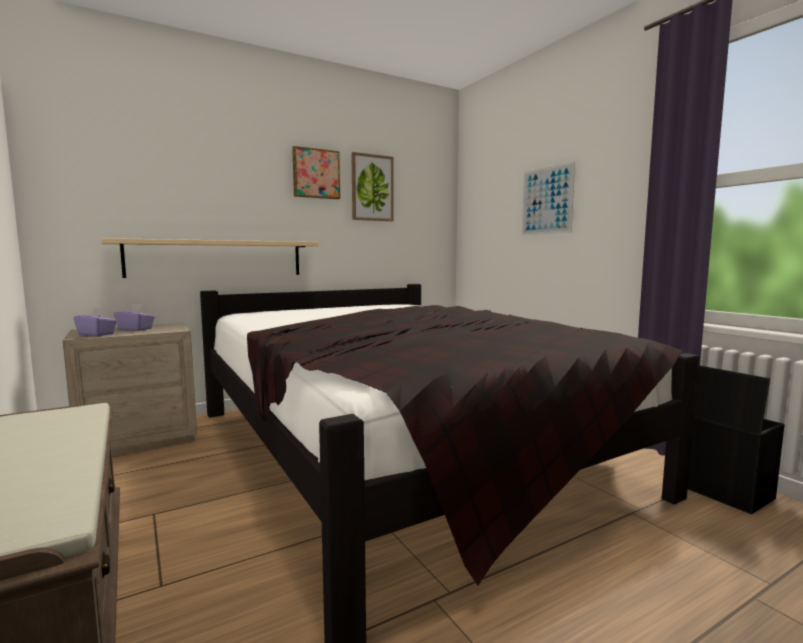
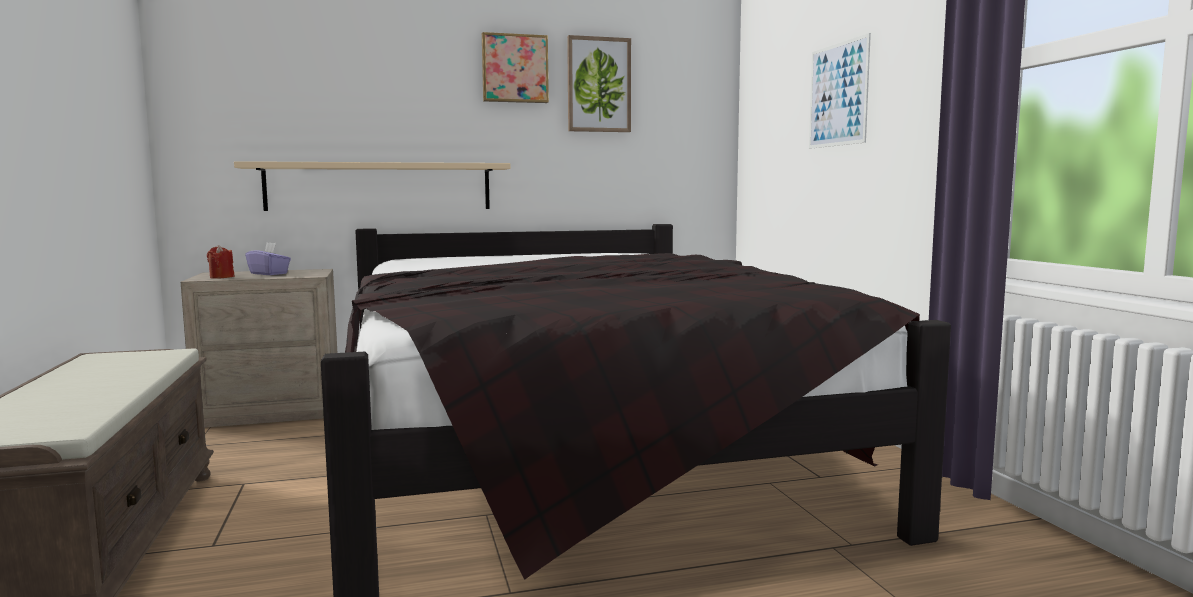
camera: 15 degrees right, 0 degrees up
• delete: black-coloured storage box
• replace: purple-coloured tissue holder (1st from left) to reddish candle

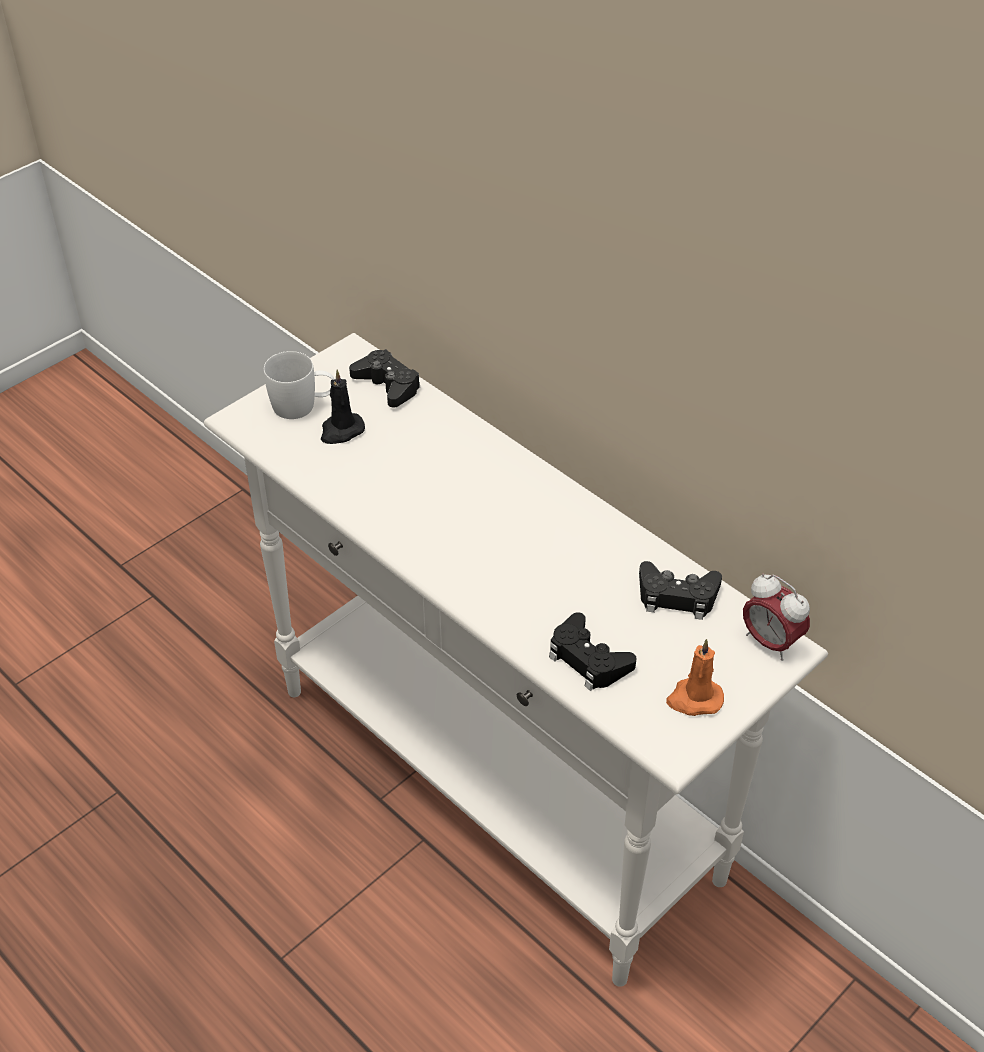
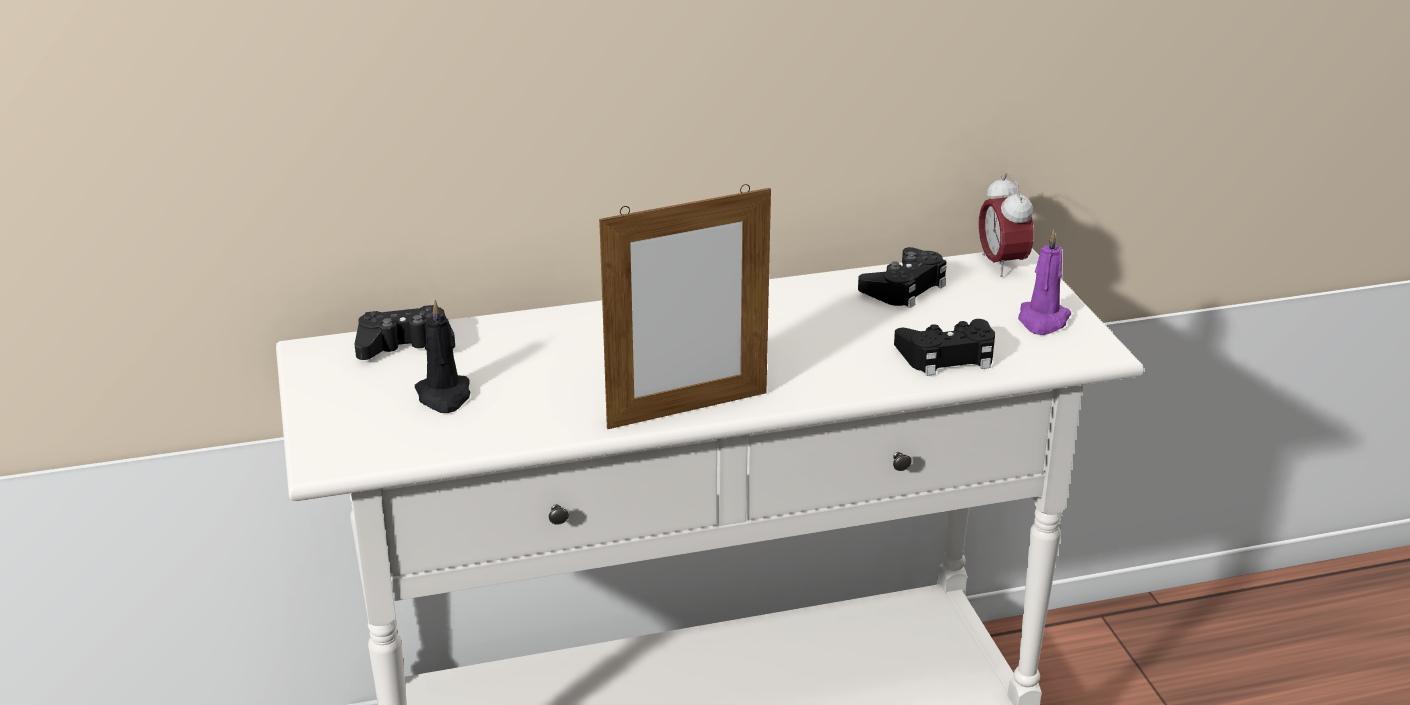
camera: 60 degrees left, 15 degrees down
• delete: whitish coffee mug
• insert: picture frame
• recolor: orange-coloured candle to purple-coloured candle
• rotate: table clock 90 degrees clockwise

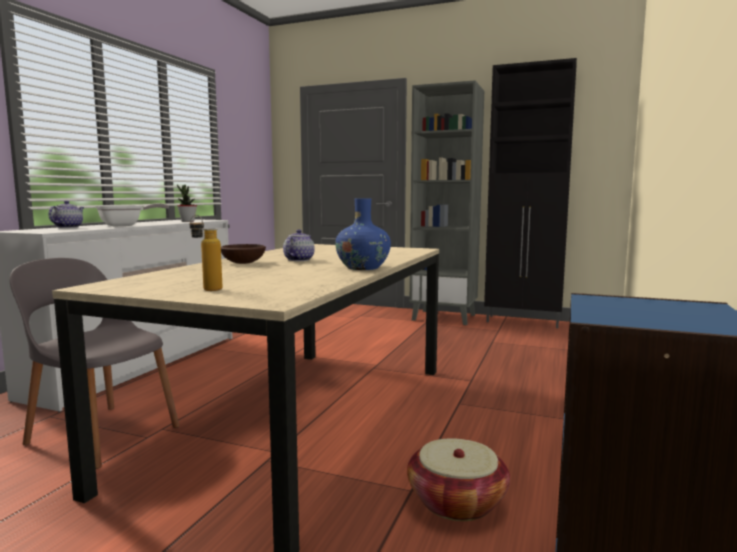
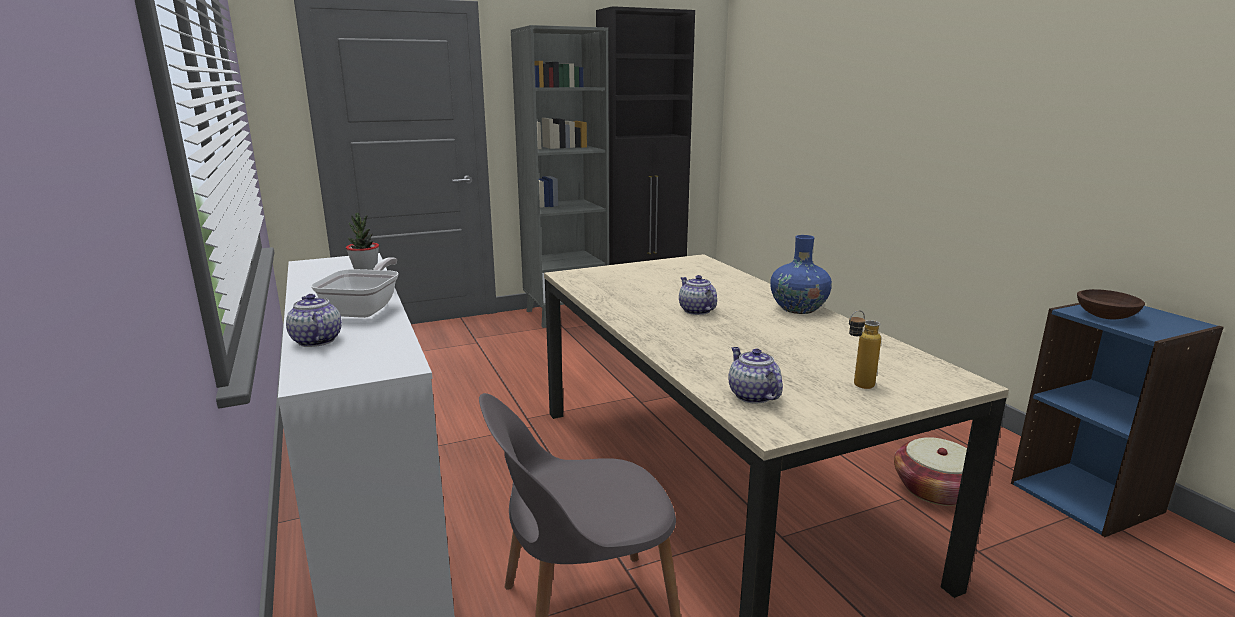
camera: 45 degrees left, 10 degrees up
• insert: tea pot (3rd from left)
• move: brownish bowl

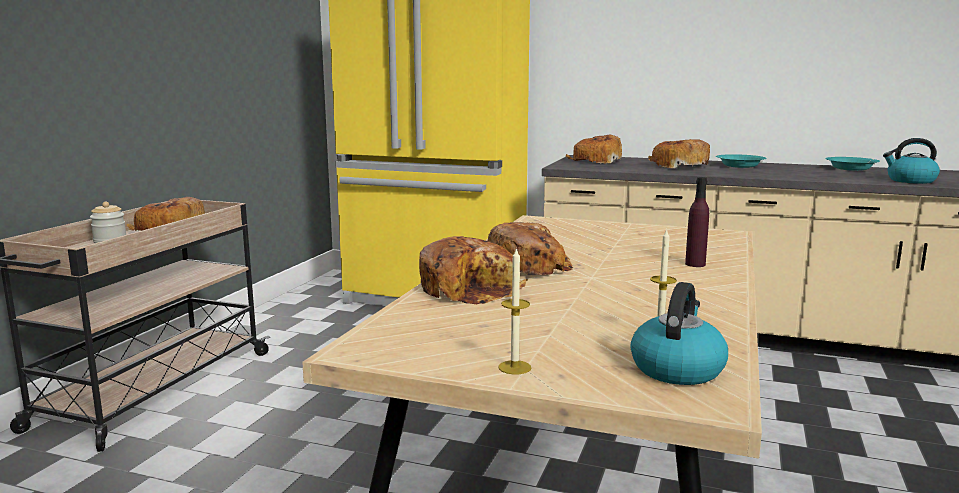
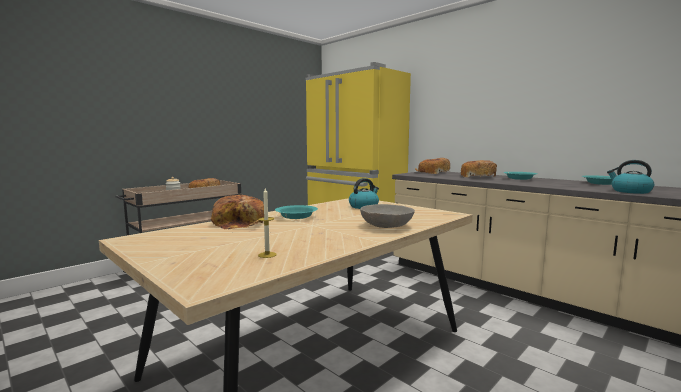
camera: 25 degrees right, 5 degrees down
• delete: candle (1st from left)
• move: tea kettle (1st from left)
• replace: bakery bread (3rd from left) to blue-green bowl (1st from left)
• replace: purple-coloured beverage bottle to gray bowl

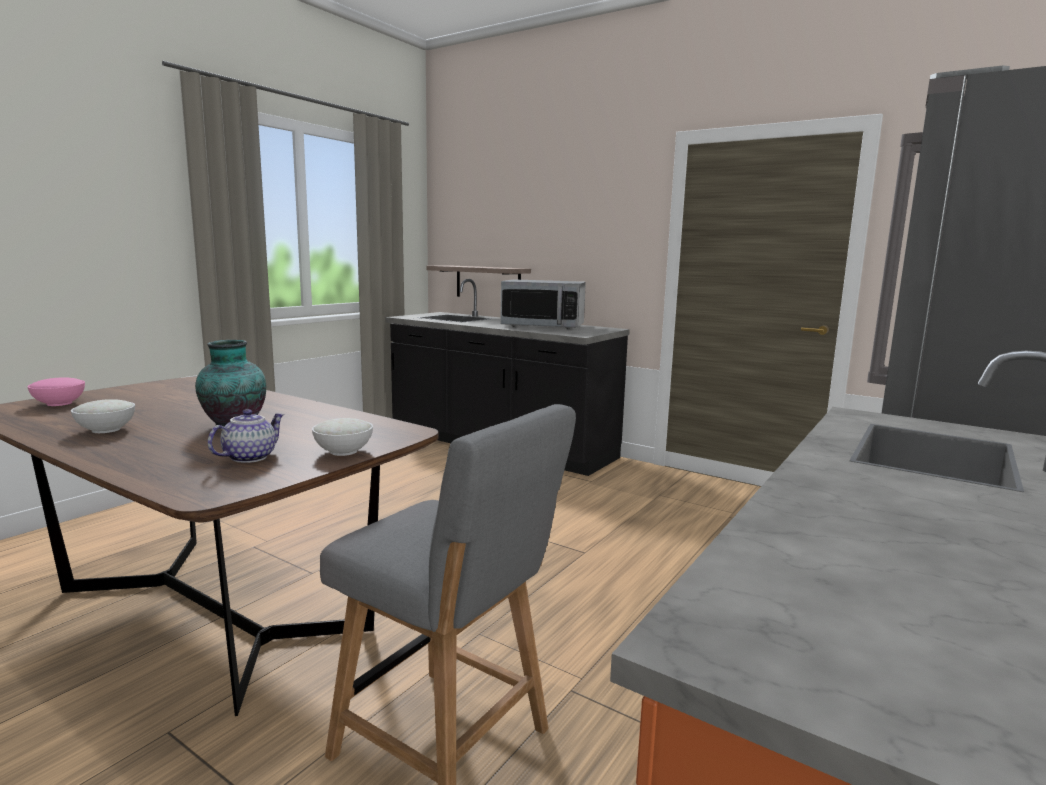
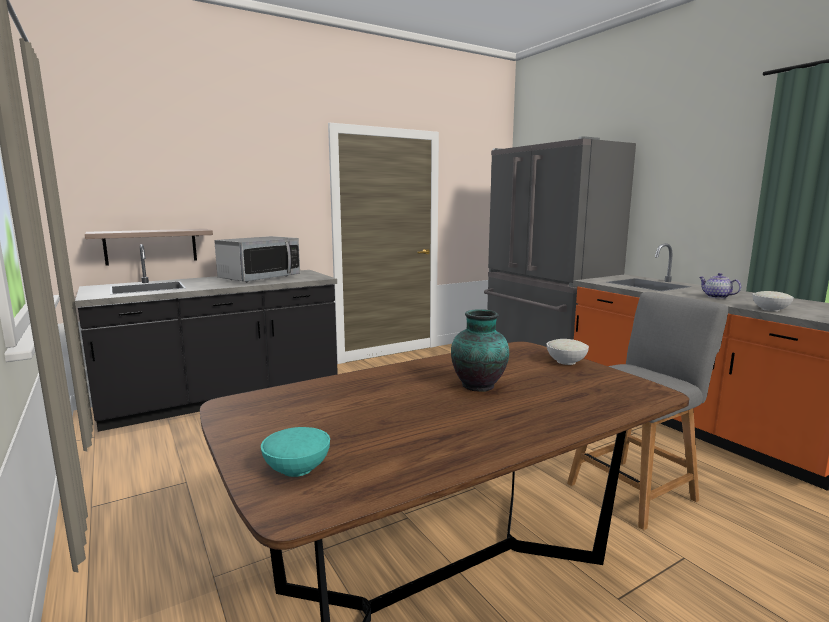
camera: 65 degrees left, 0 degrees up
• move: whitish bowl (1st from left in the first image) to whitish bowl (2nd from left)
• move: tea pot
• recolor: pinkish bowl to blue-green bowl

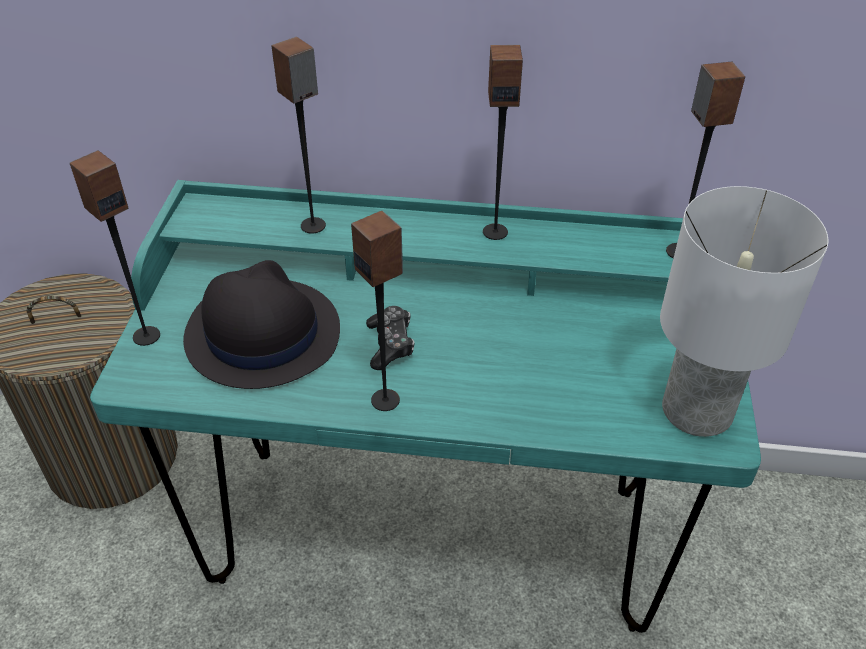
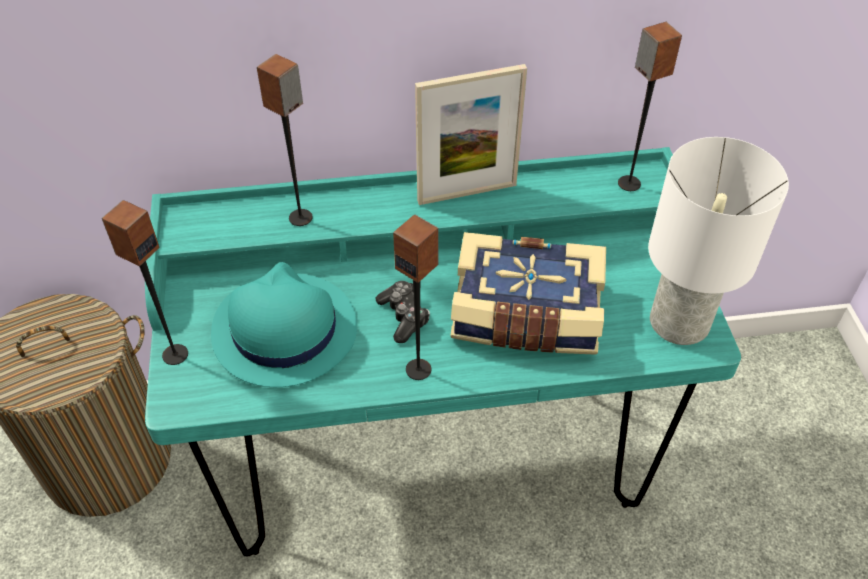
camera: 15 degrees left, 5 degrees up
• insert: book
• replace: loudspeaker (4th from left) to picture frame
• recolor: black-coloured clothing hat to blue-green clothing hat

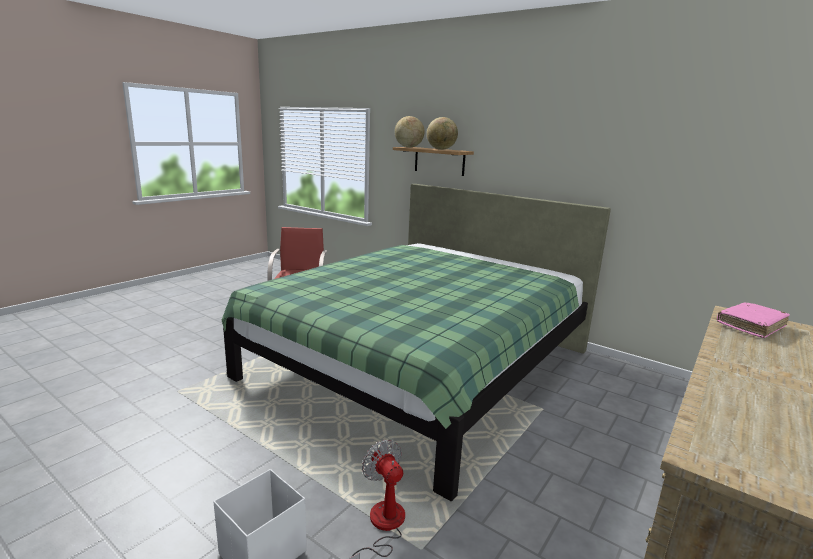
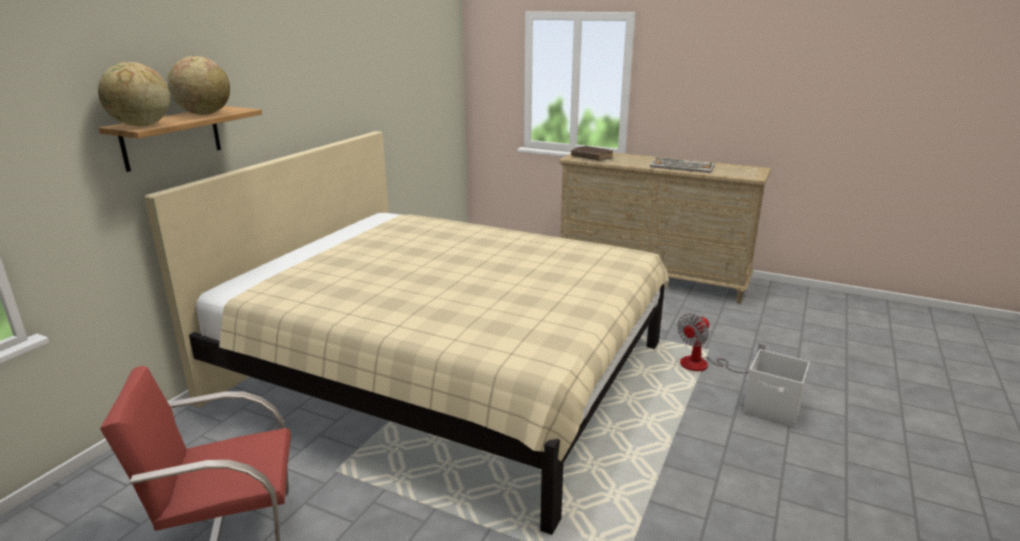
camera: 100 degrees left, 5 degrees up
• insert: PC keyboard
• recolor: greenish sleeping bed to beige sleeping bed
• recolor: pinkish book to brownish book

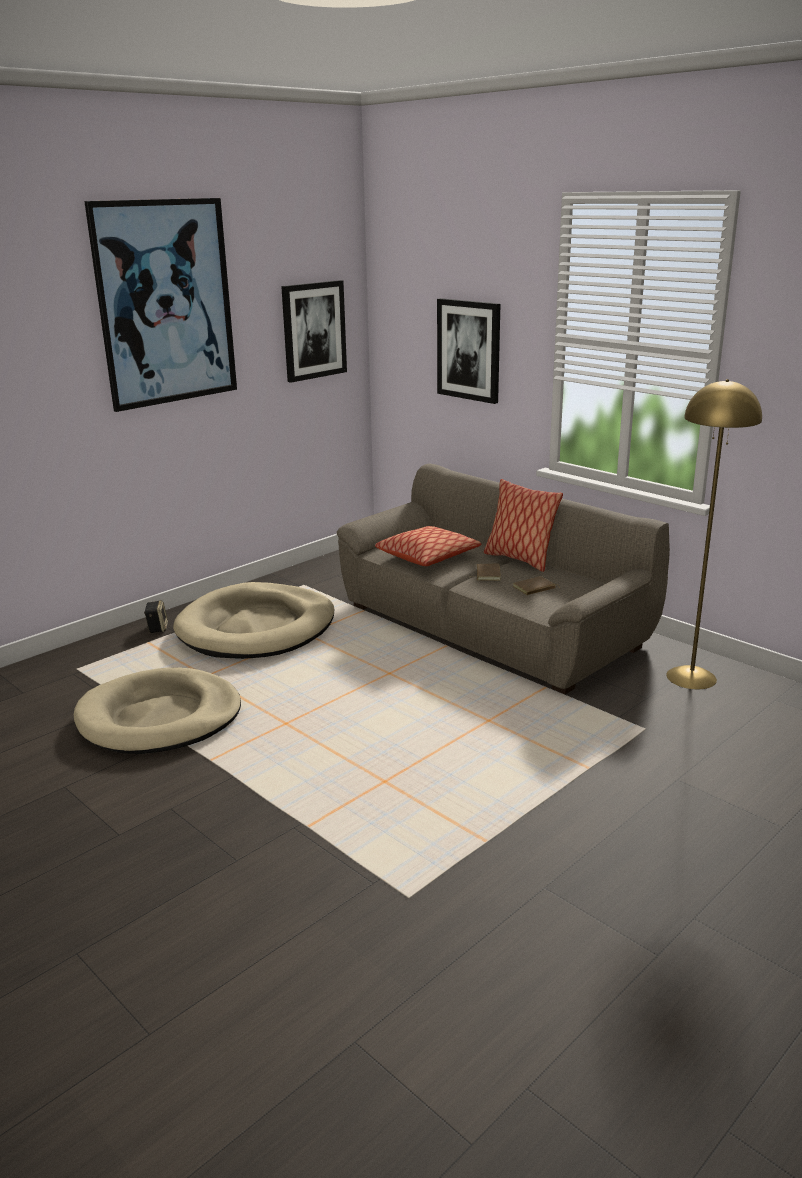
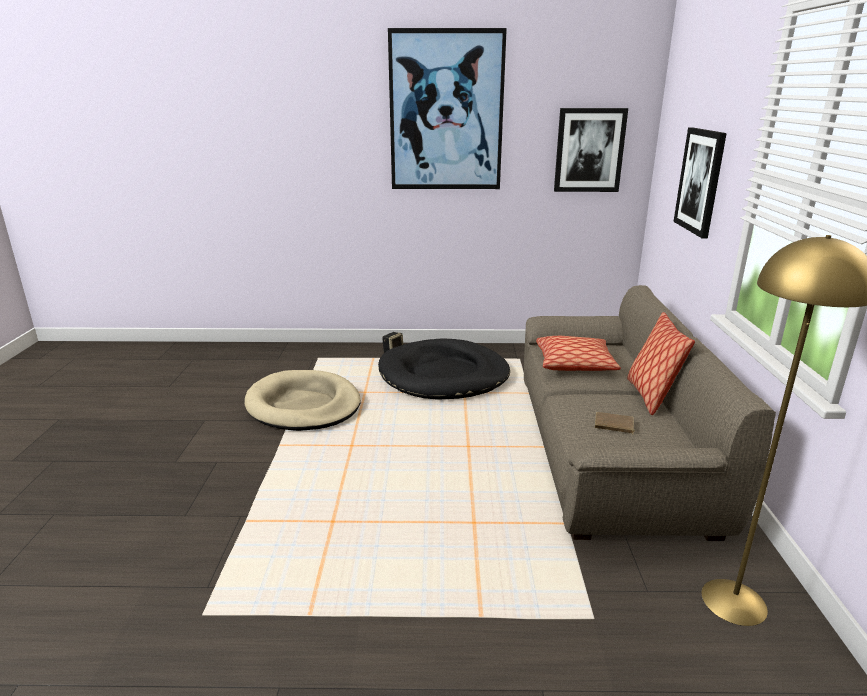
camera: 45 degrees right, 0 degrees up
• delete: brownish book (1st from left)
• recolor: beige pet bed (2nd from left) to black-coloured pet bed

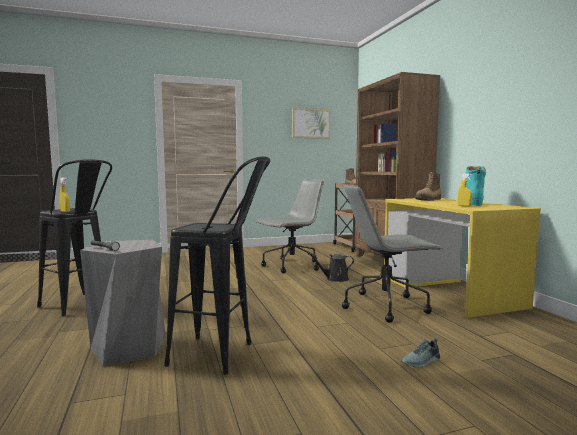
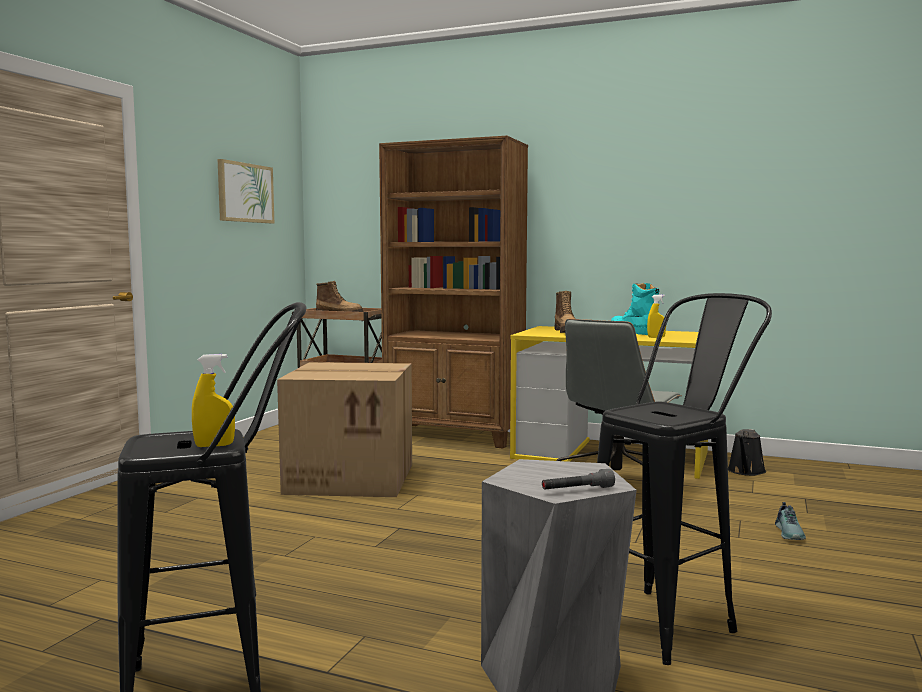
camera: 50 degrees left, 0 degrees up
• move: black-coloured sprinkling can
• replace: gray desk chair (1st from left) to packing box

